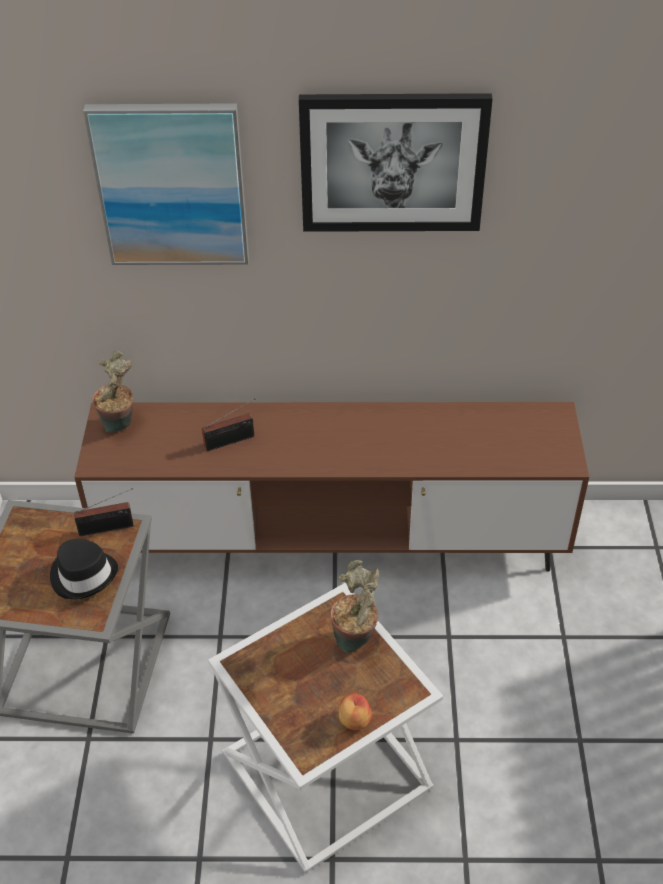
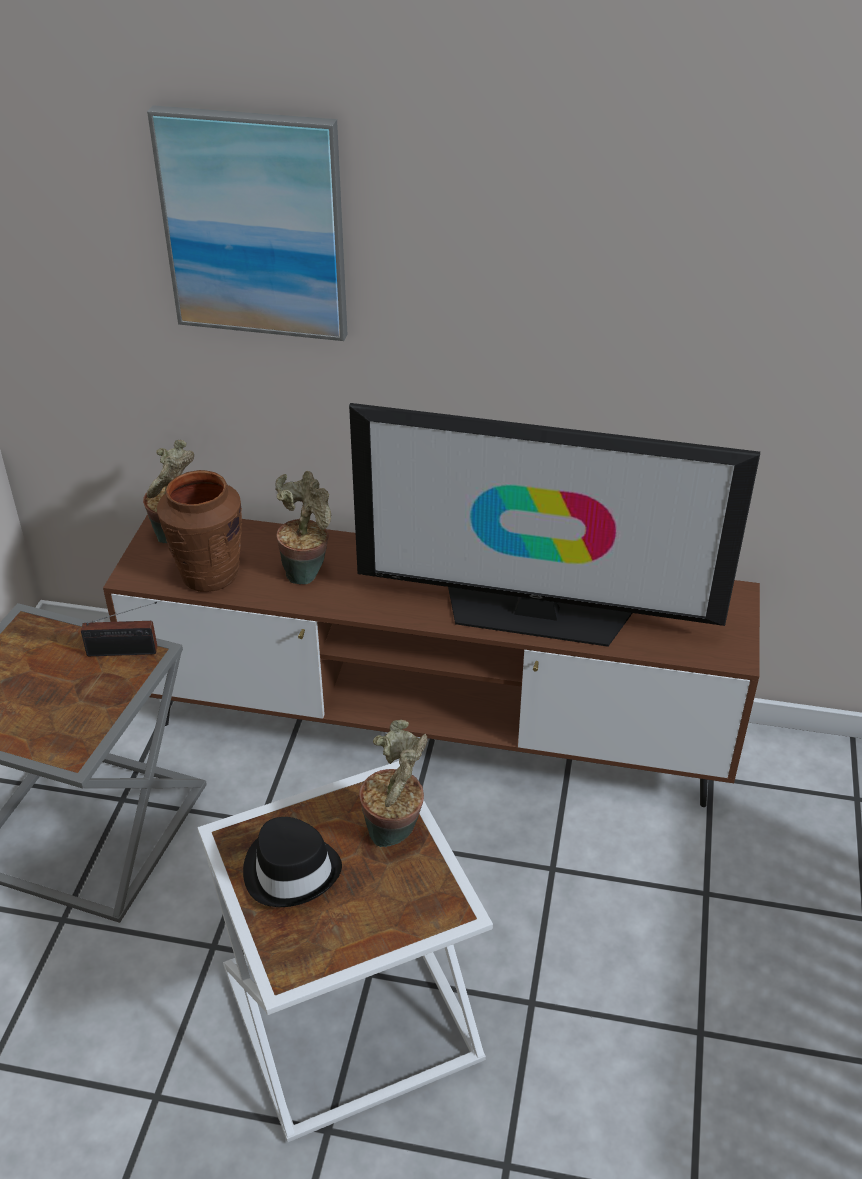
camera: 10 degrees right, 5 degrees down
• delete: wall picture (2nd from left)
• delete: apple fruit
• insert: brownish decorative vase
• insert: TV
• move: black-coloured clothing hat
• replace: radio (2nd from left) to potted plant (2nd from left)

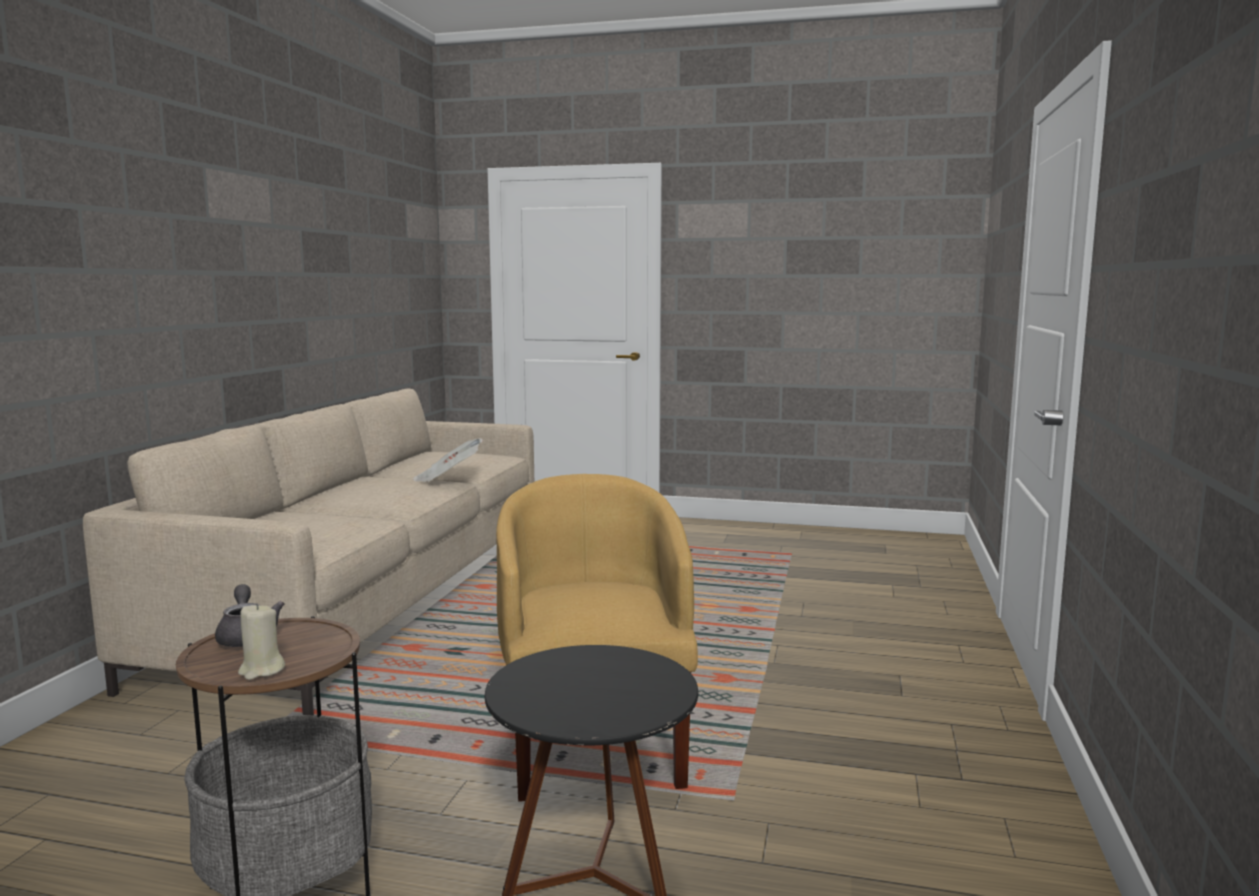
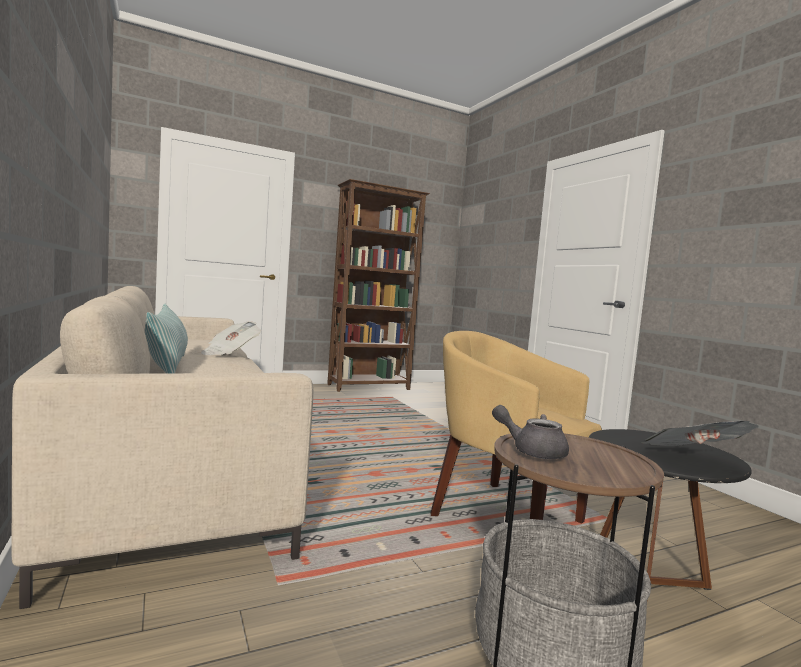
camera: 40 degrees left, 5 degrees down
• delete: beige candle
• insert: pillow
• insert: brownish shelving unit
• insert: printed paper (2nd from left)

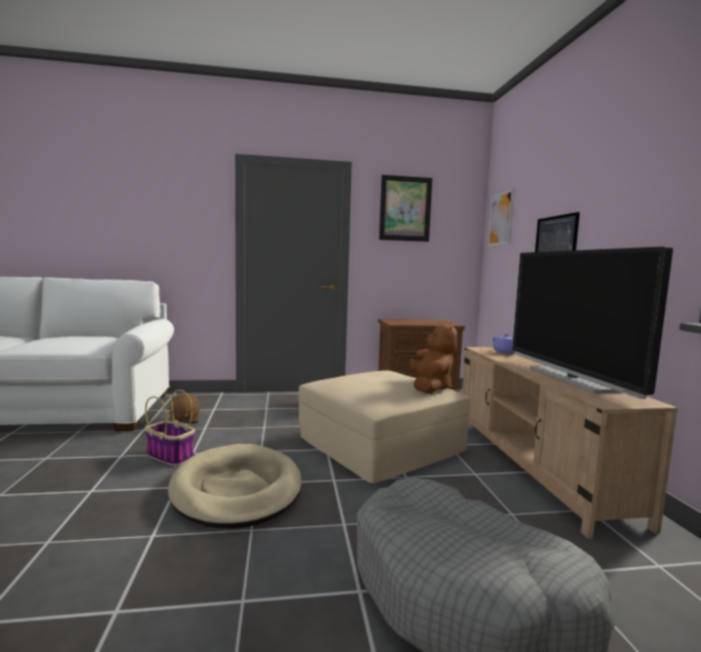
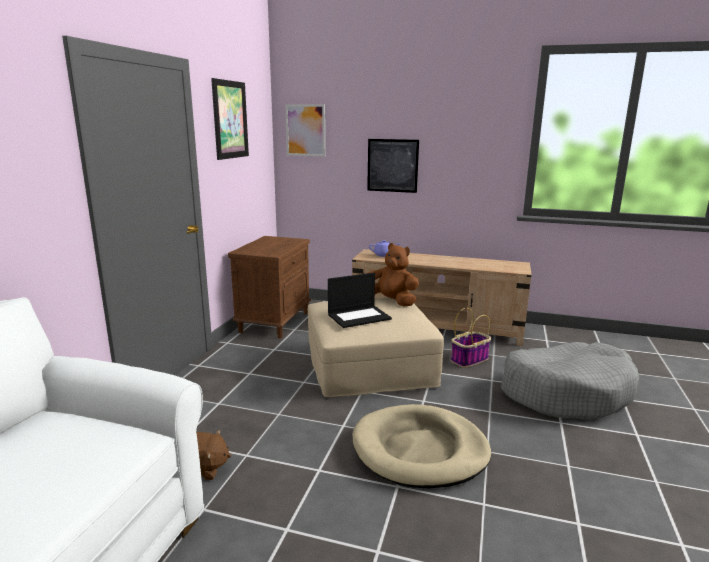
camera: 65 degrees left, 10 degrees up
• delete: TV
• insert: portable computer
• move: storage basket

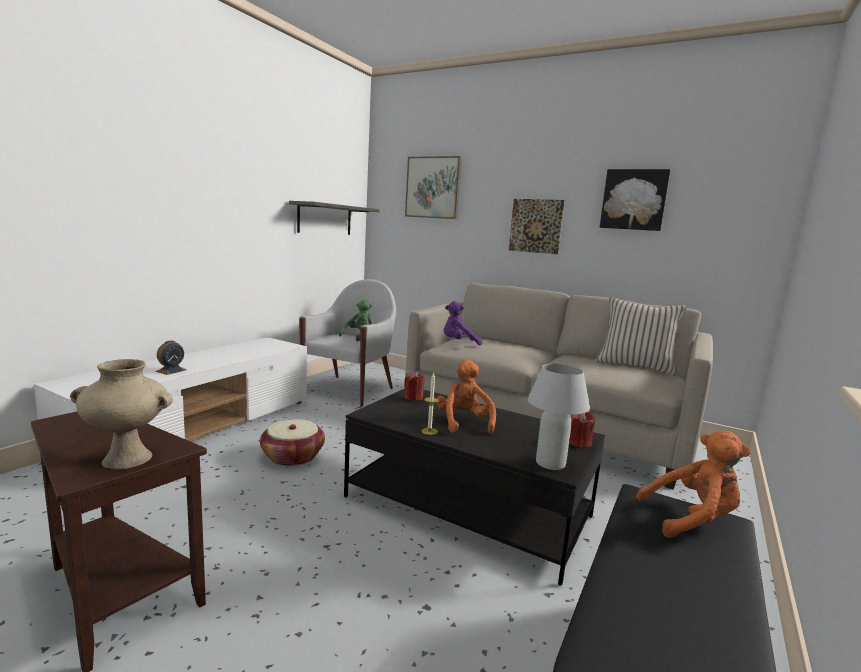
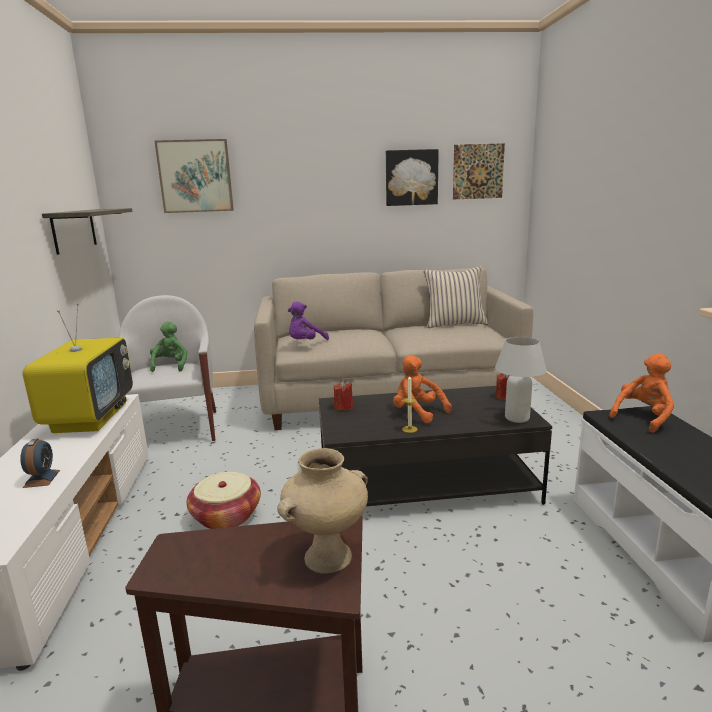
camera: 35 degrees left, 5 degrees up
• insert: TV
• move: wall picture (2nd from left in the first image) to wall picture (3rd from left)

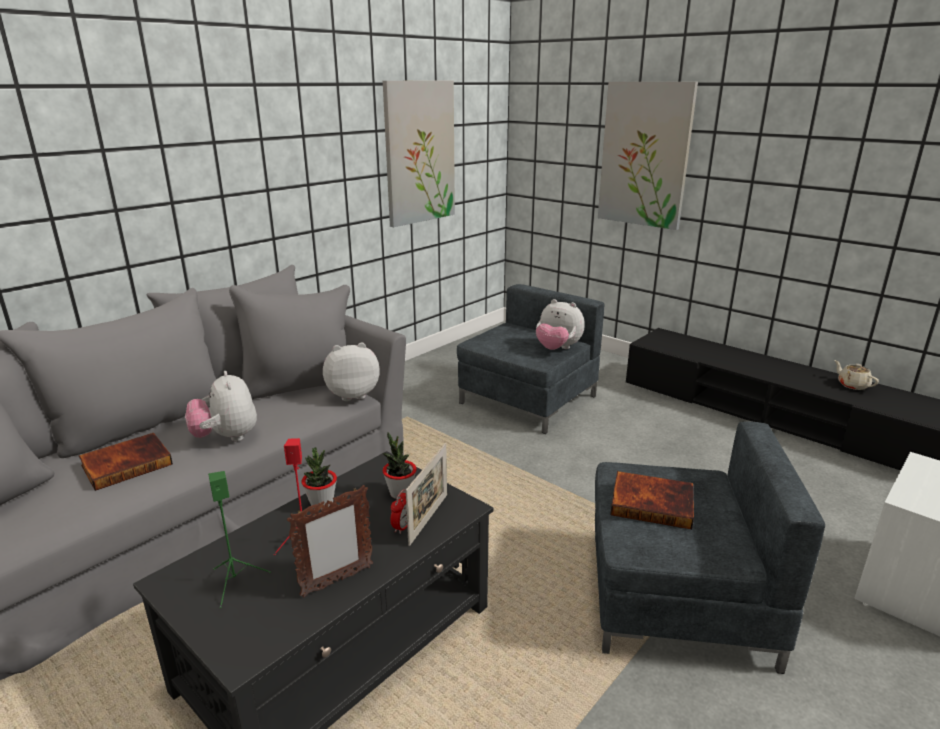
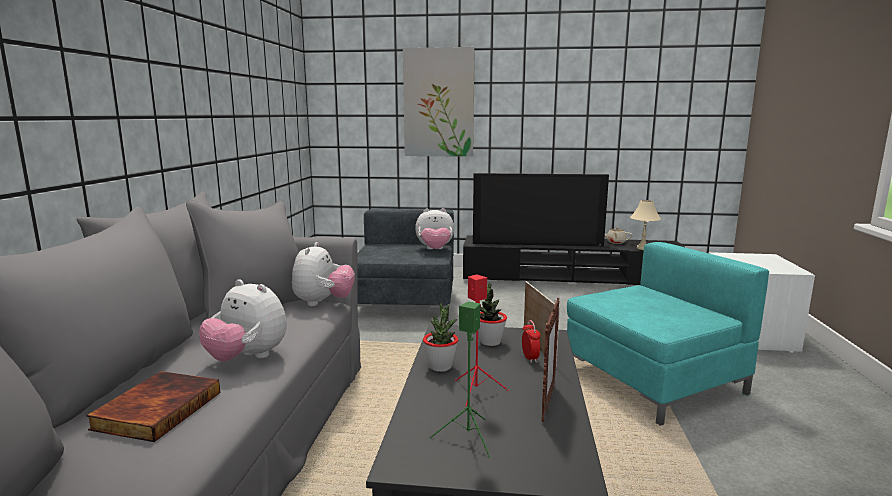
camera: 35 degrees left, 10 degrees down
• delete: wall picture (1st from left)
• delete: book (2nd from left)
• insert: TV
• insert: beige table lamp
• recolor: gray lounge chair (2nd from left) to blue-green lounge chair
• rotate: plush toy (2nd from left) 150 degrees clockwise

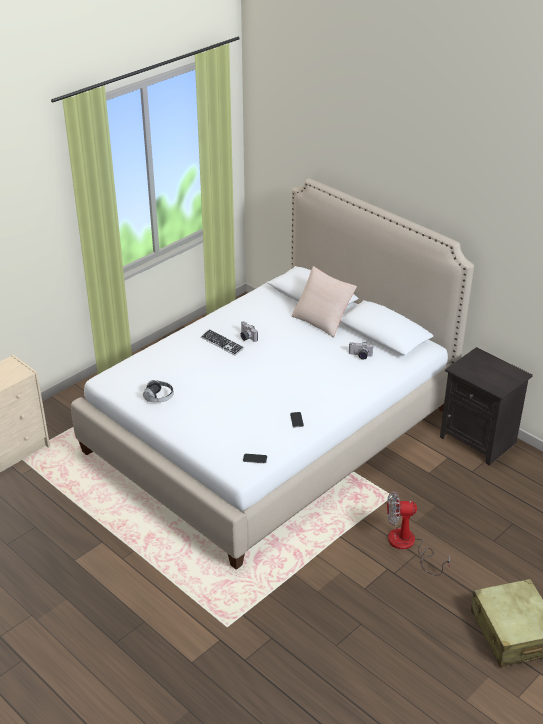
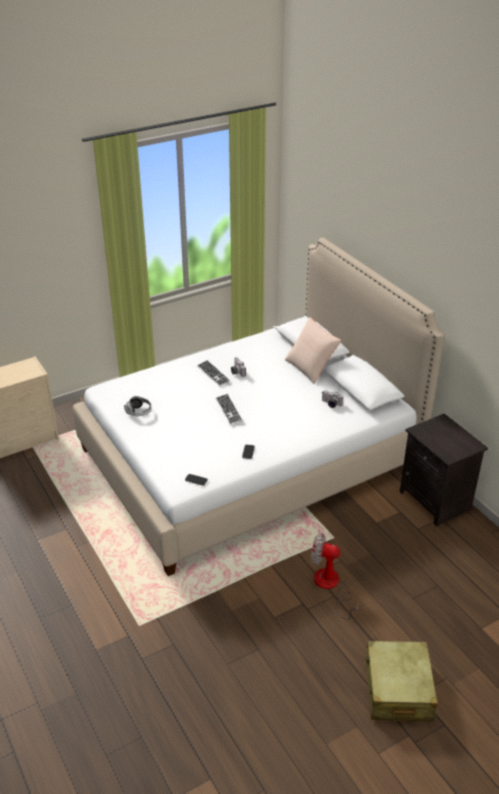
camera: 15 degrees right, 0 degrees up
• insert: PC keyboard (2nd from left)

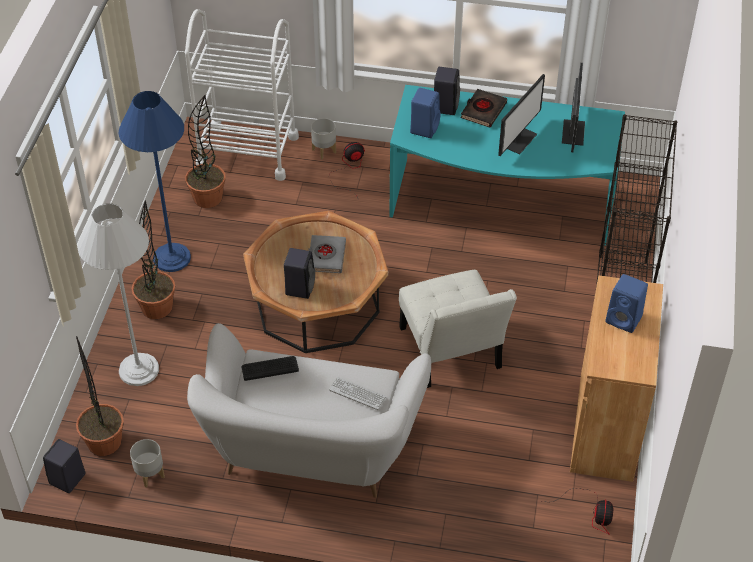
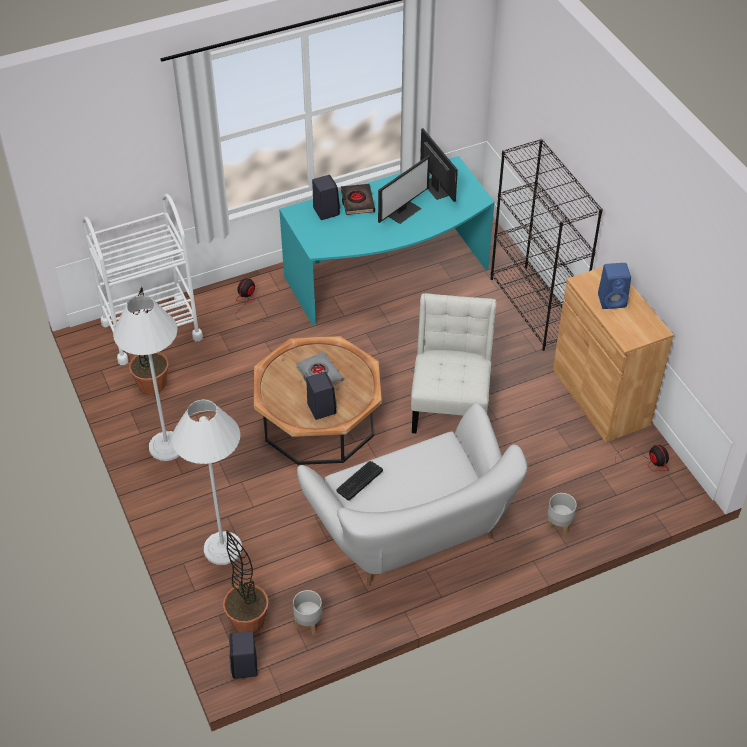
camera: 35 degrees left, 0 degrees up
• delete: potted plant (2nd from left)
• delete: PC keyboard (2nd from left)
• delete: bluish loudspeaker (1st from left)
• move: gray plant pot (2nd from left)
• recolor: bluish standing lamp to whitish standing lamp (1st from left)
• rotate: whitish plain chair 120 degrees counterclockwise
• rotate: computer screen (1st from left) 45 degrees clockwise

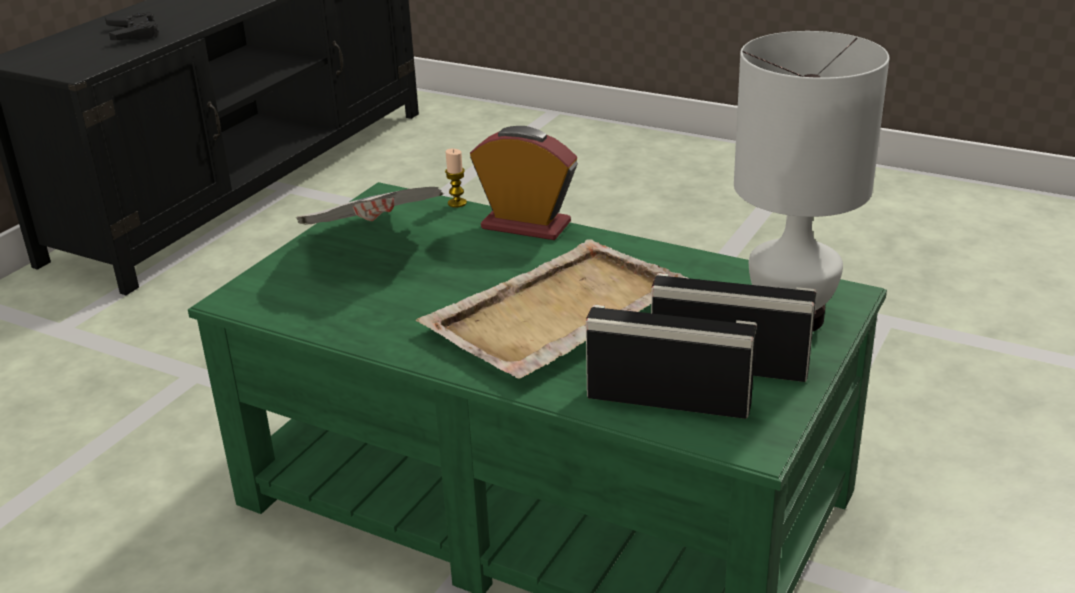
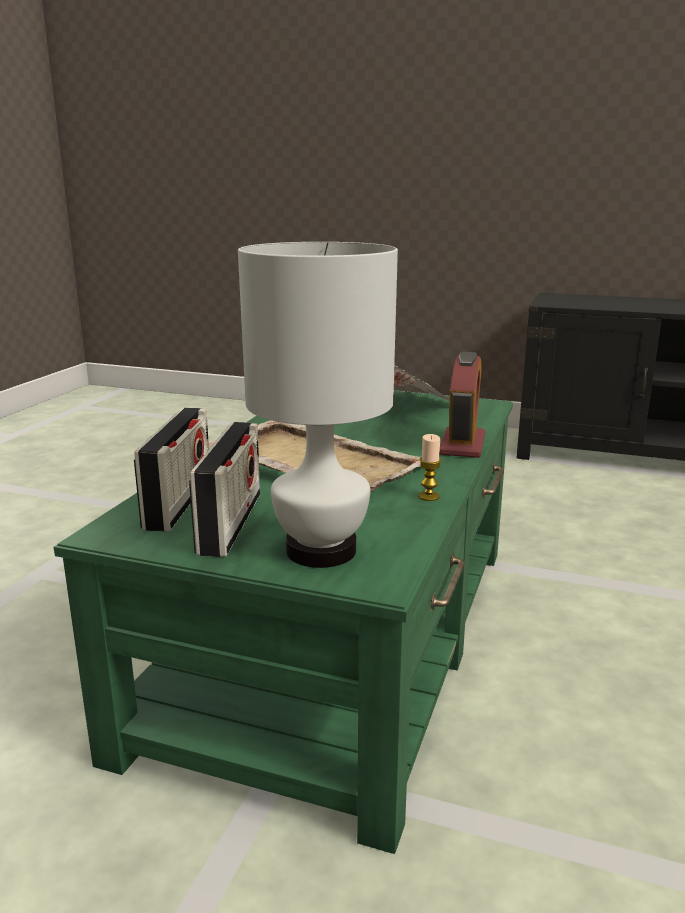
camera: 80 degrees right, 10 degrees down
• delete: black-coloured game controller
• move: candle

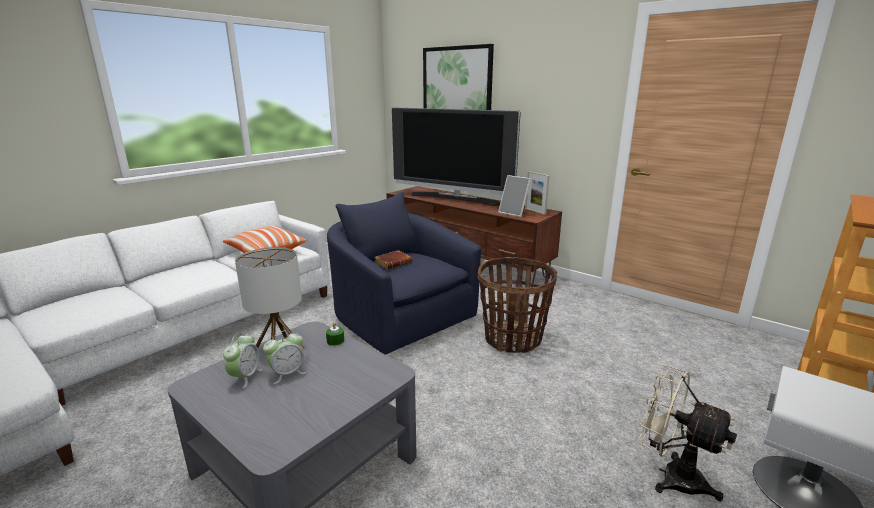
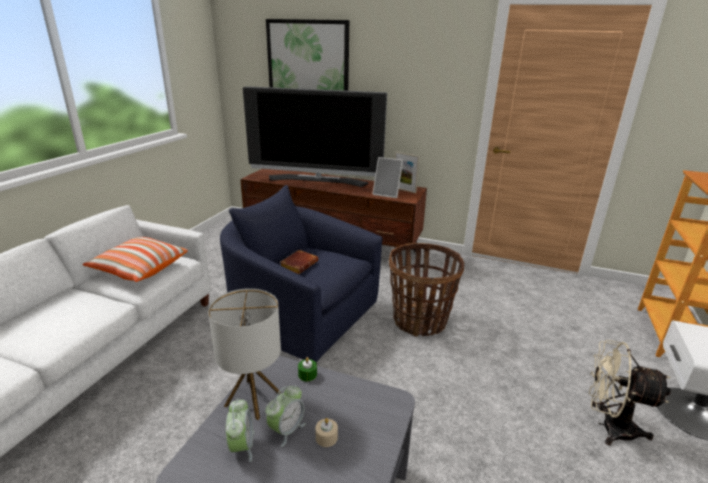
camera: 20 degrees left, 5 degrees up
• insert: beige candle

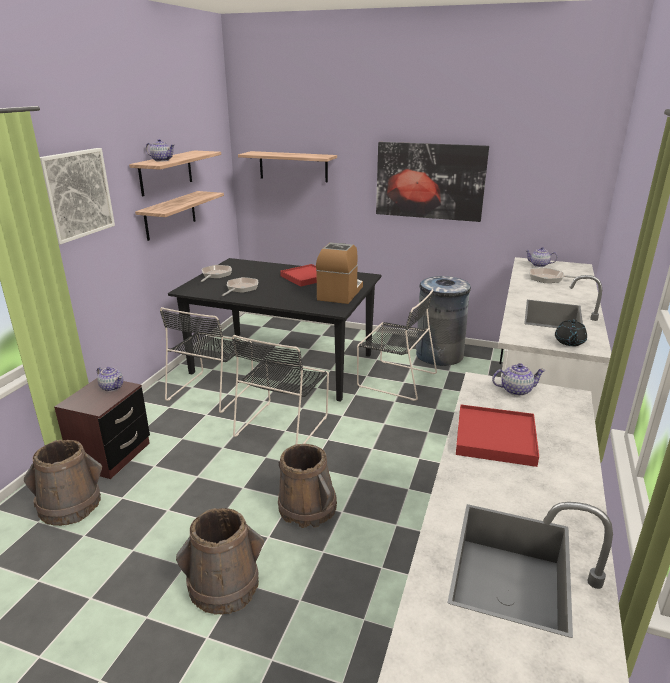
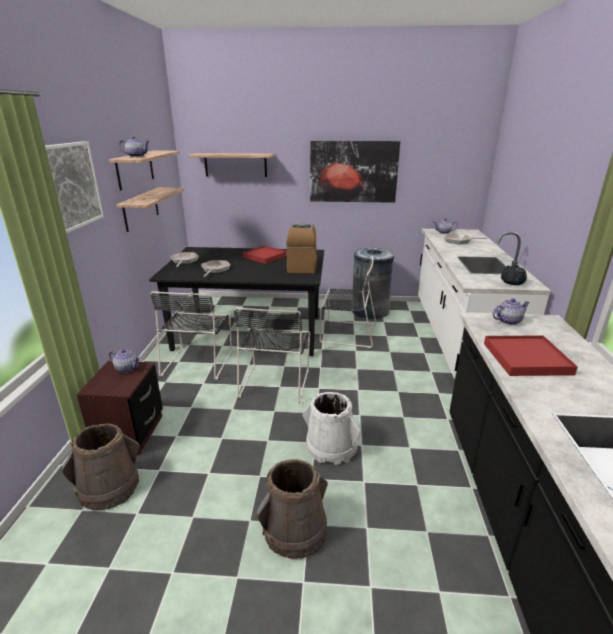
camera: 15 degrees left, 0 degrees up
• recolor: brownish bucket (3rd from left) to whitish bucket

